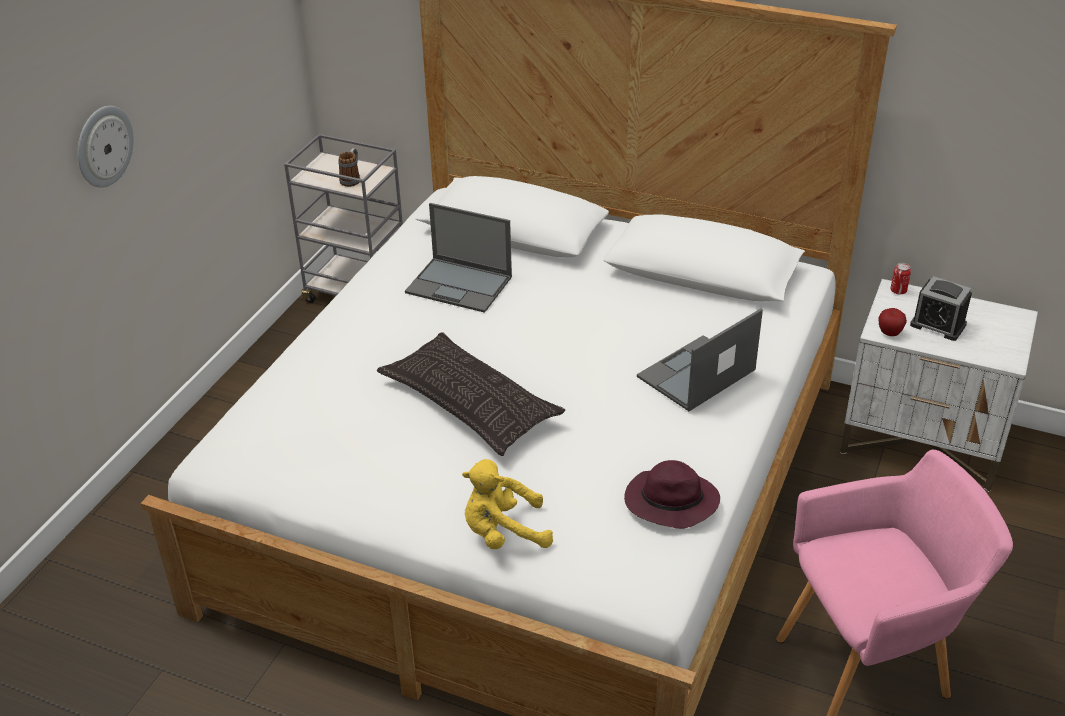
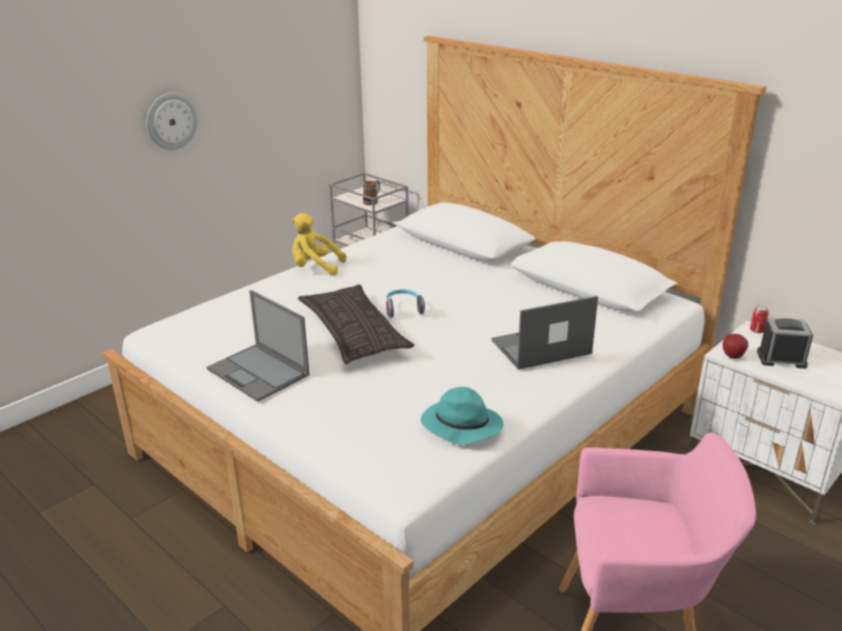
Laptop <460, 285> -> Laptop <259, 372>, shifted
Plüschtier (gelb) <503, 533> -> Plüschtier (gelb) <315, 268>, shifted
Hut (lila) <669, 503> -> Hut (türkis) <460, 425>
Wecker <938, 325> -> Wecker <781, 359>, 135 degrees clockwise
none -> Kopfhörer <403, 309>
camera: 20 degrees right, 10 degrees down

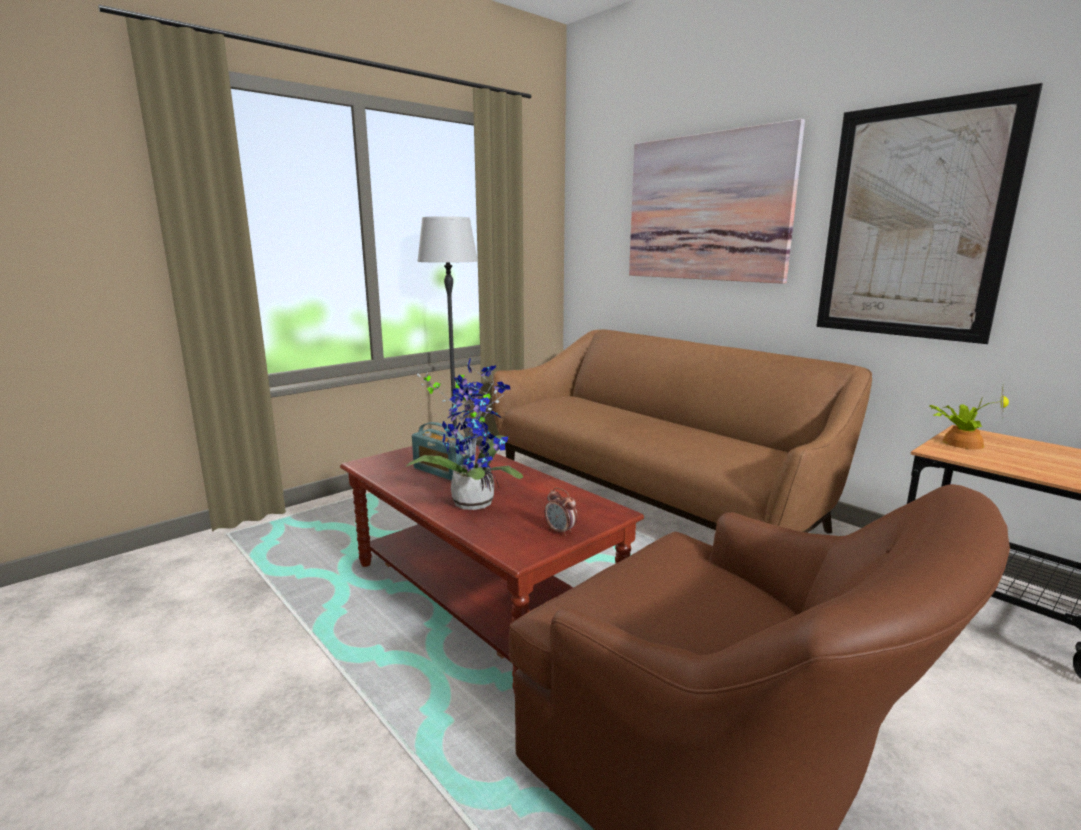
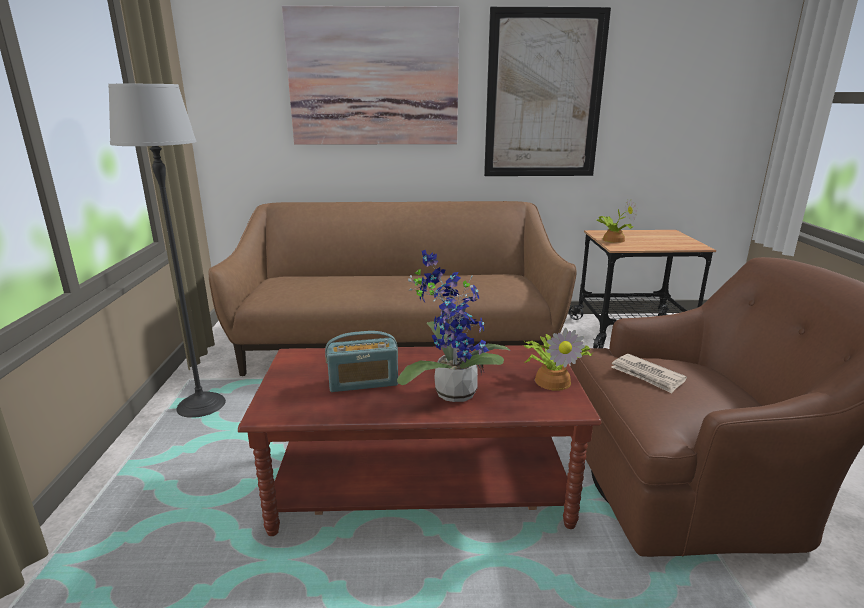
Wecker <560, 531> -> Topfpflanze <553, 380>
none -> Zeitung <647, 375>
camera: 50 degrees left, 5 degrees up

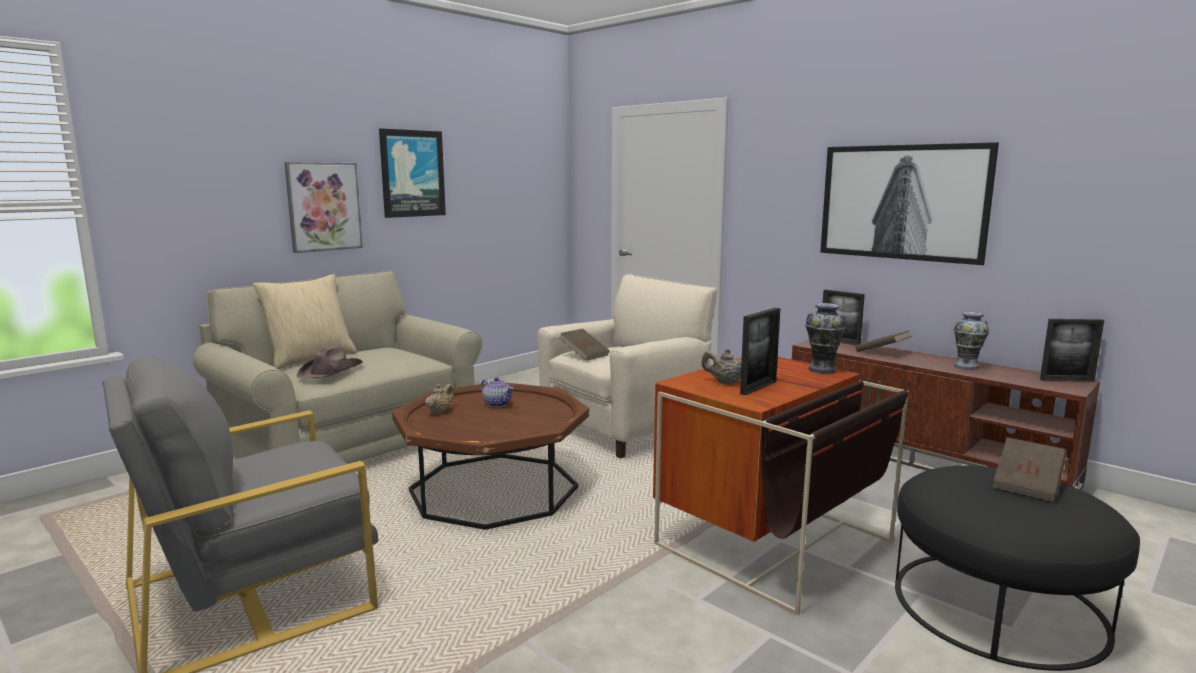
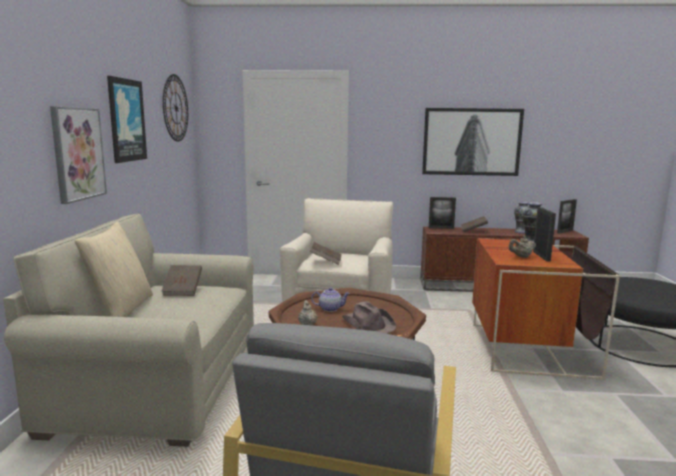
Hut (braun) <331, 371> -> Hut (braun) <368, 325>, shifted
Buch (braun) <1027, 485> -> Buch (braun) <183, 290>, shifted
none -> Wanduhr <175, 108>
camera: 40 degrees left, 0 degrees up

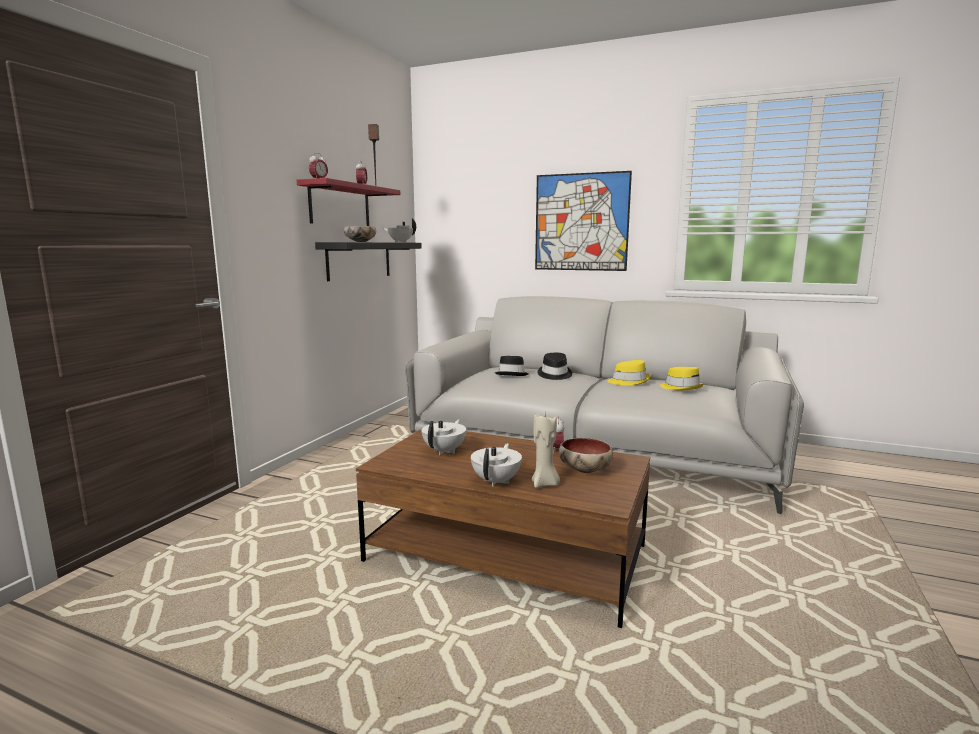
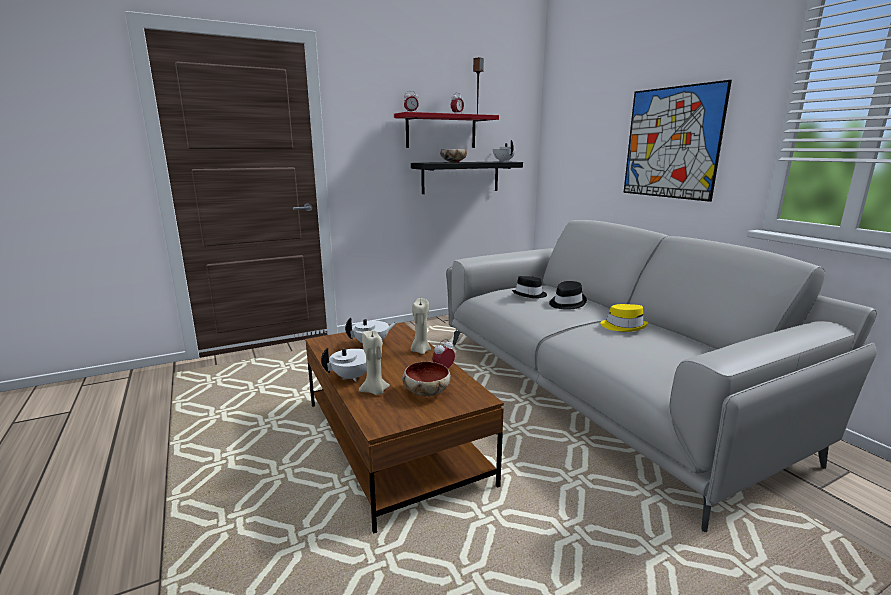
Hut (gelb) <681, 387> -> none
none -> Kerze (beige) <420, 351>
camera: 40 degrees right, 5 degrees up

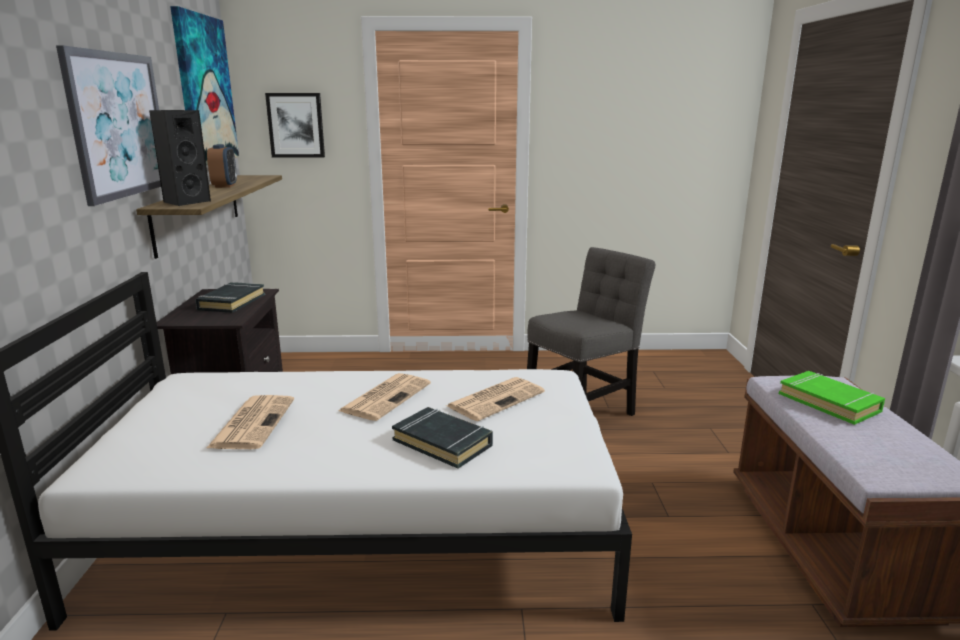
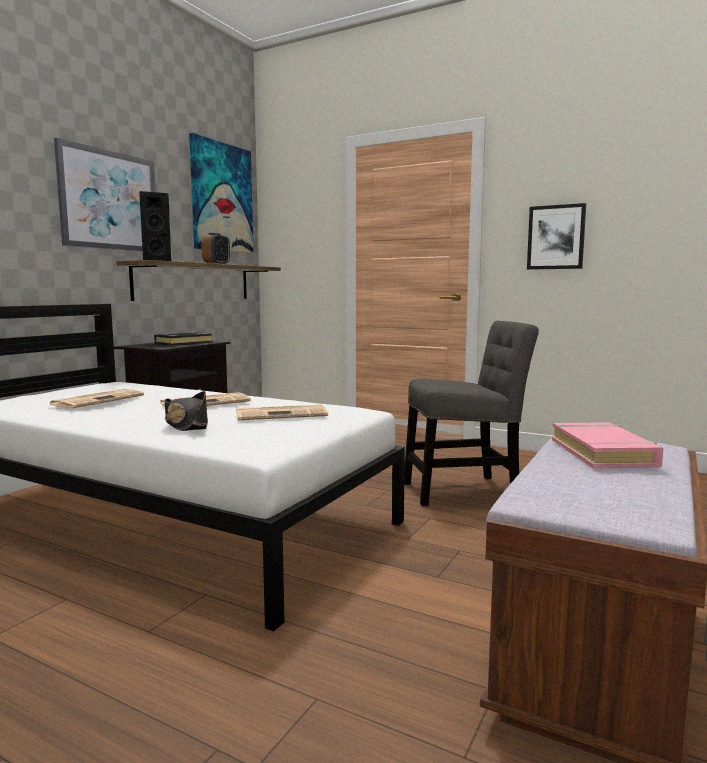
Bild <296, 125> -> Bild <556, 237>, shifted
Buch (schwarz) <443, 442> -> Hut (schwarz) <187, 425>
Buch (grün) <829, 402> -> Buch (rosa) <603, 453>
camera: 30 degrees right, 10 degrees down

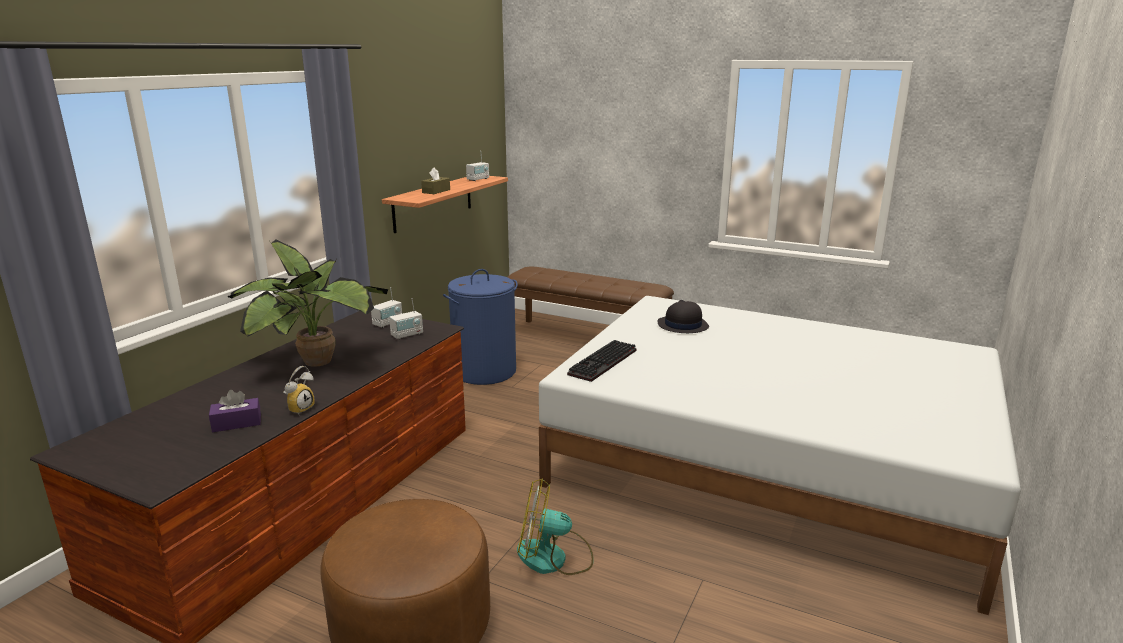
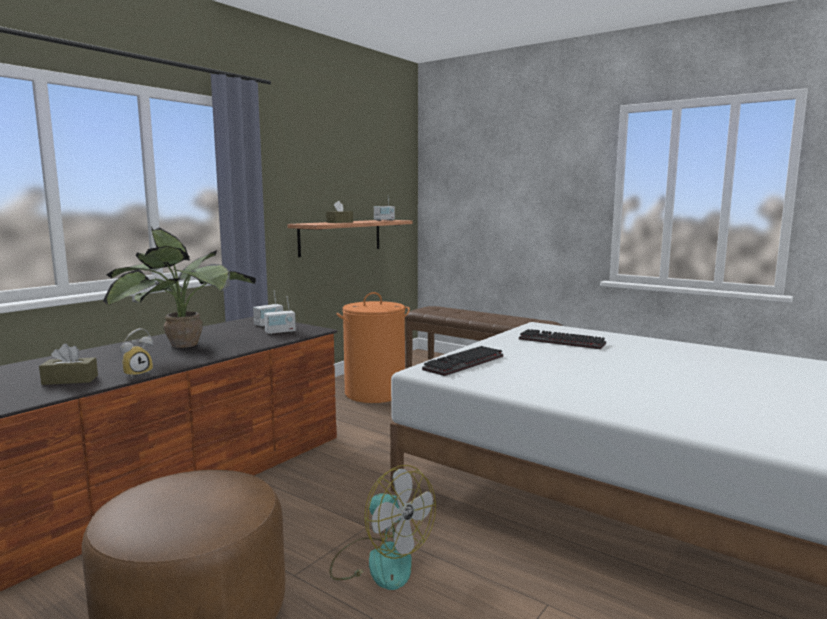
Taschentuchbox (lila) <237, 423> -> Taschentuchbox (braun) <70, 380>
Wäschekorb (blau) <484, 371> -> Wäschekorb (orange) <375, 393>
Ventilator <553, 558> -> Ventilator <380, 561>, 150 degrees counterclockwise
Hut (schwarz) <682, 325> -> Tastatur <559, 342>
camera: 10 degrees right, 10 degrees down

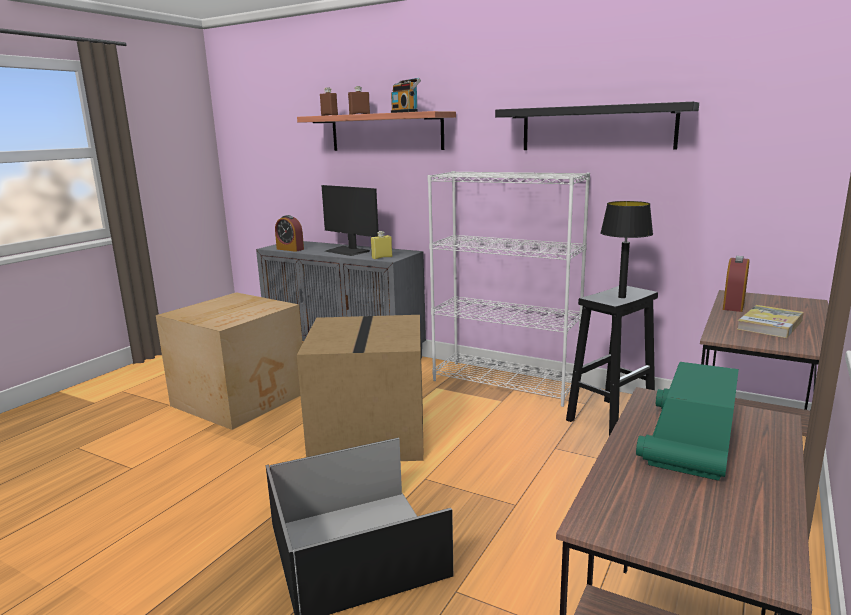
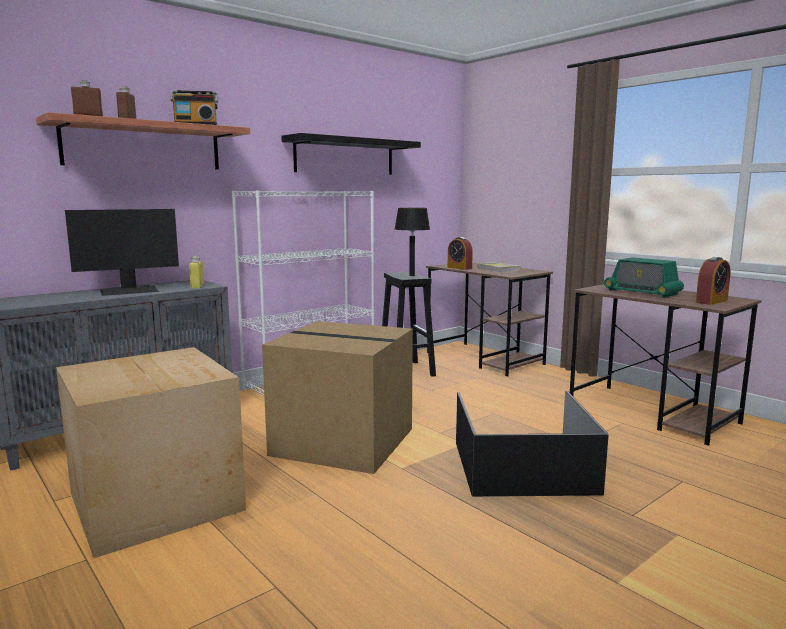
Wecker <290, 249> -> Wecker <711, 301>, shifted
camera: 70 degrees left, 5 degrees down

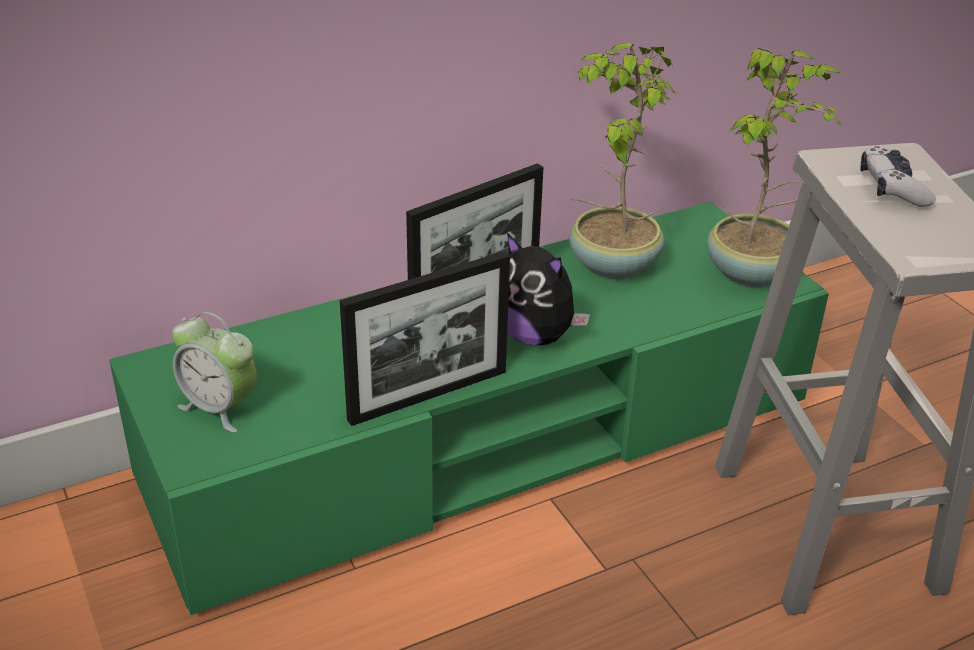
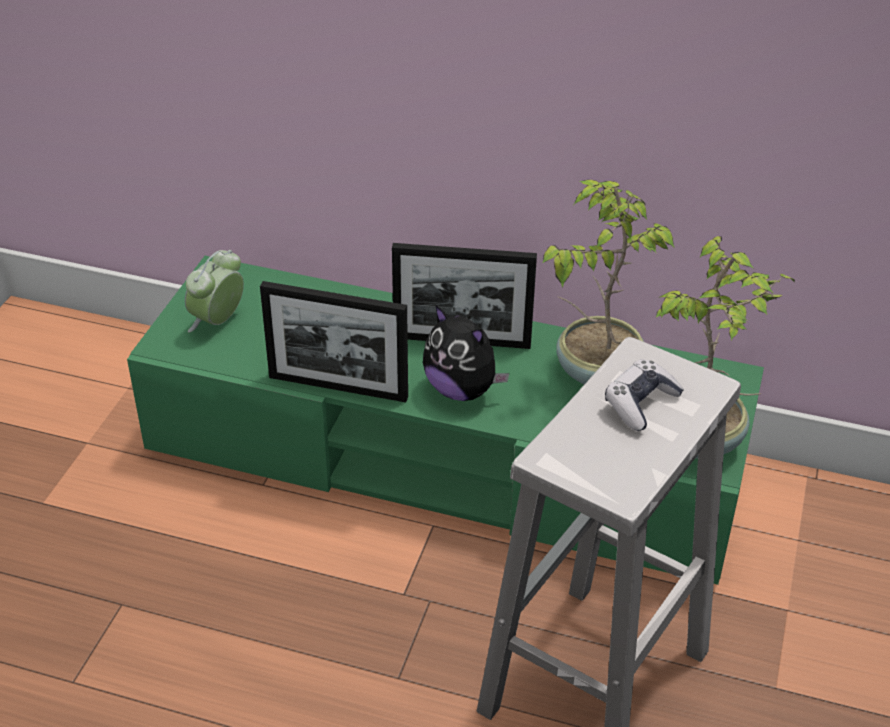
Wecker <219, 408> -> Wecker <218, 321>, 45 degrees clockwise
Plüschtier <534, 336> -> Plüschtier <462, 389>, 45 degrees counterclockwise
camera: 45 degrees right, 5 degrees up

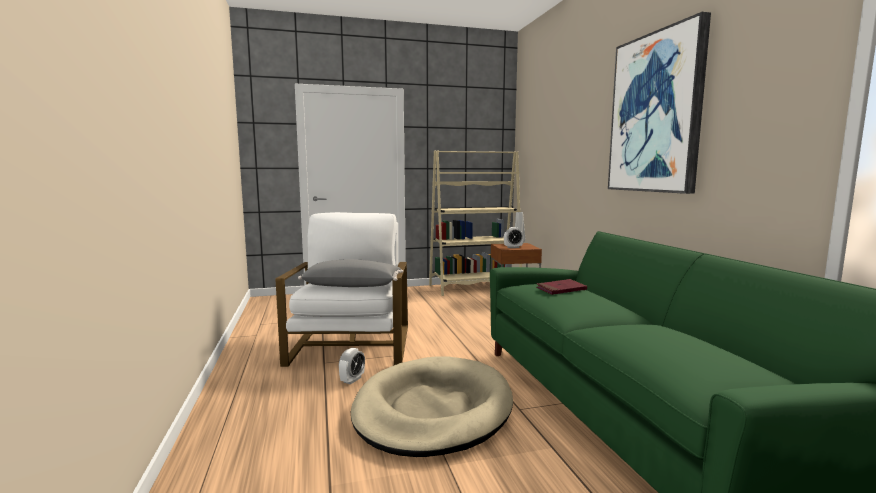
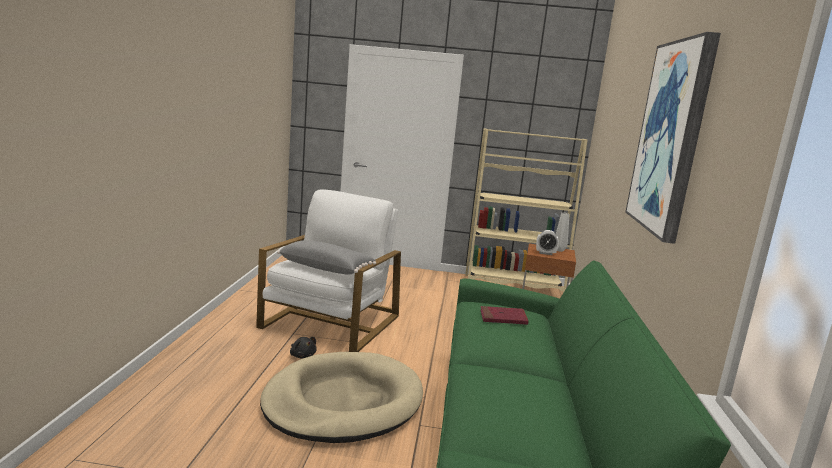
Wecker <352, 380> -> Plüschtier (schwarz) <302, 356>
camera: 20 degrees right, 5 degrees up

